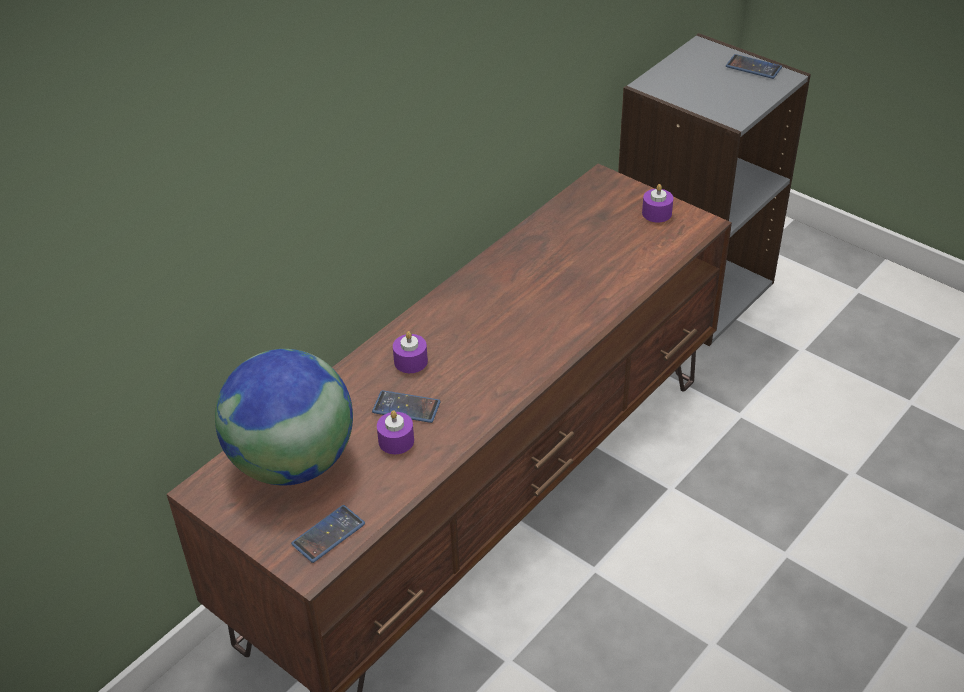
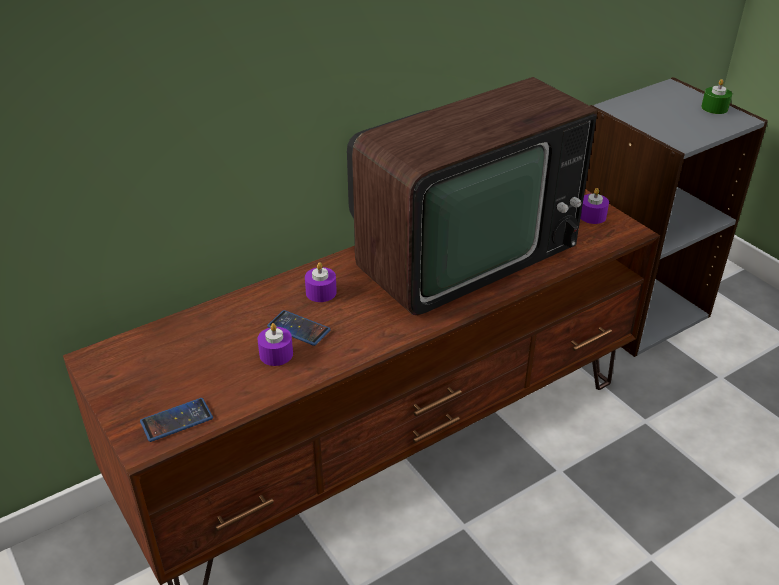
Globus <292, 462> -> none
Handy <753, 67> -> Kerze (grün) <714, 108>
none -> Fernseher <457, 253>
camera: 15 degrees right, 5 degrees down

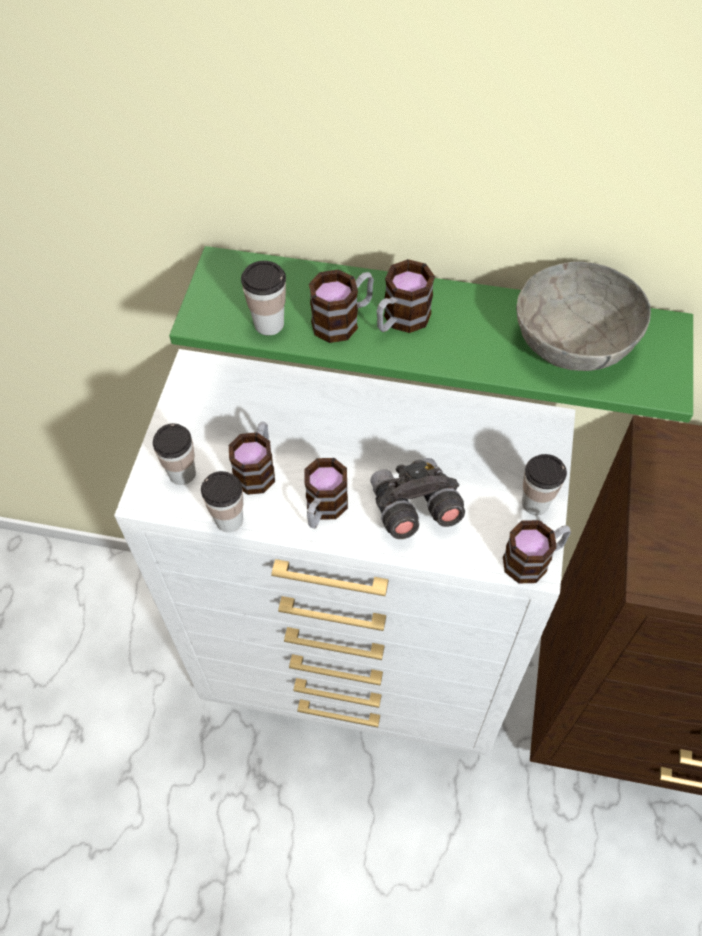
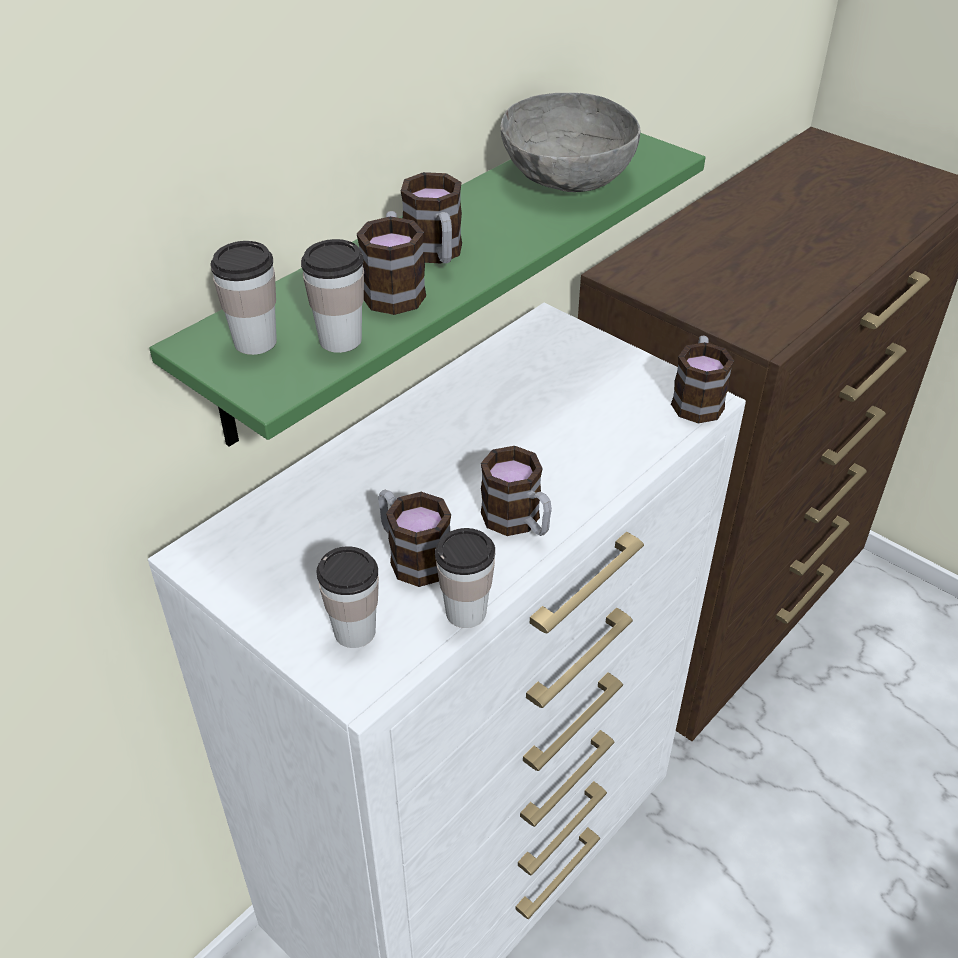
Fernglas (grau) <413, 509> -> none
Tasse <535, 503> -> Tasse <255, 342>, shifted
camera: 60 degrees left, 15 degrees down

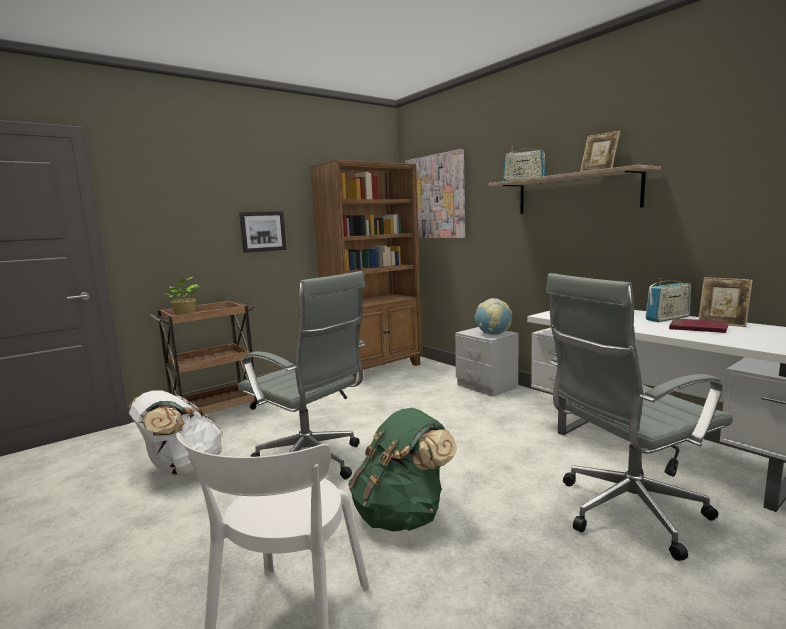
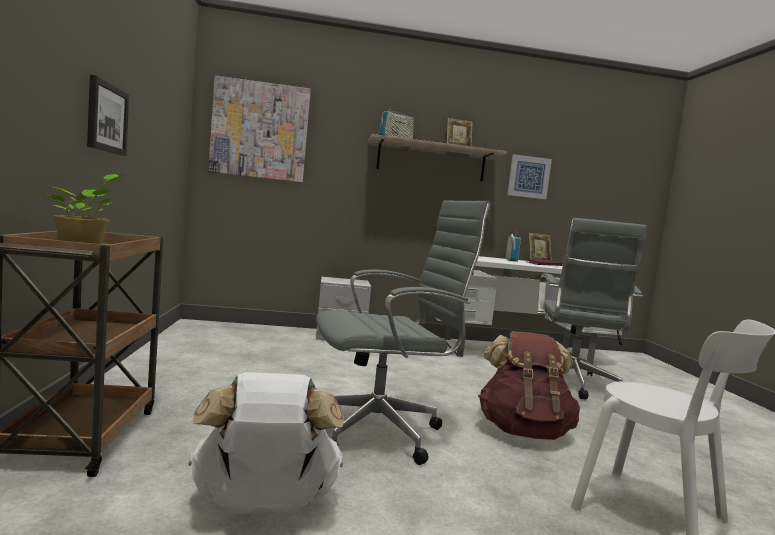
Bücherregal (braun) <375, 369> -> none
Rucksack (grün) <402, 515> -> Rucksack (braun) <523, 431>
Globus <493, 334> -> none
none -> Bild <528, 177>
camera: 60 degrees left, 5 degrees down

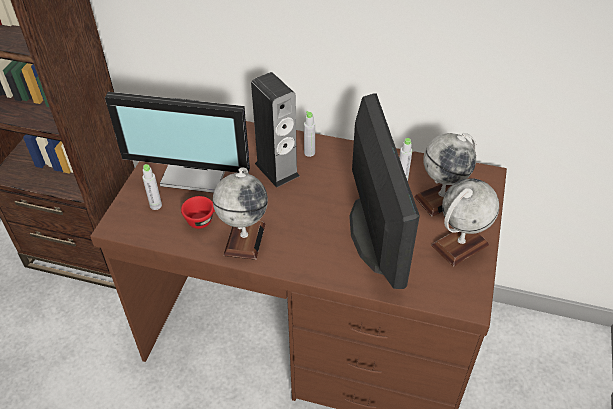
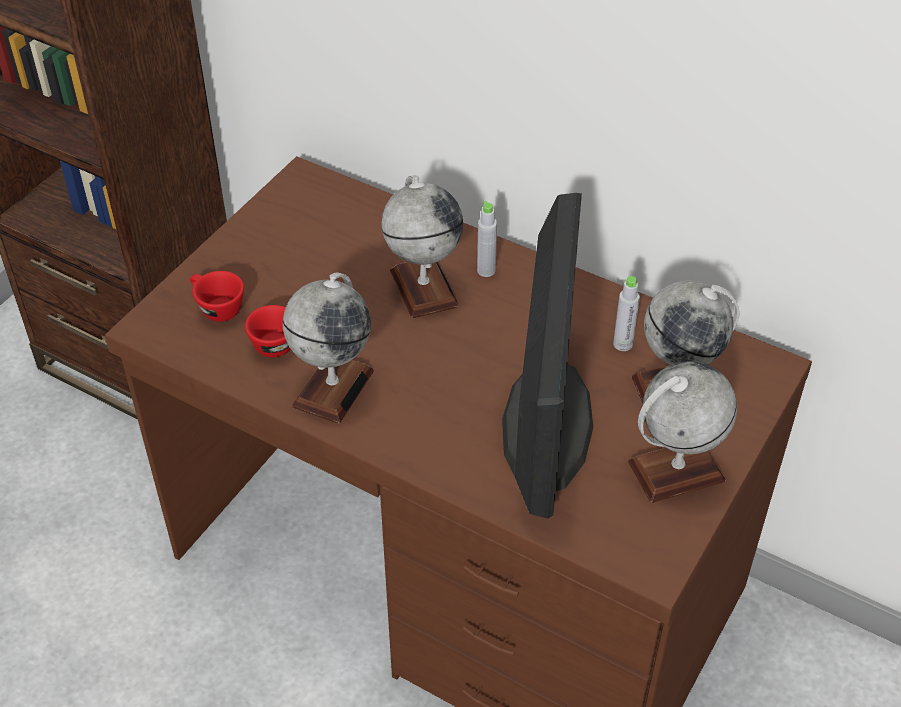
Monitor <196, 172> -> none
Flasche (grau) <156, 205> -> Tasse (rot) <216, 308>
Lautsprecher <277, 169> -> Globus <423, 288>
camera: 15 degrees right, 0 degrees up

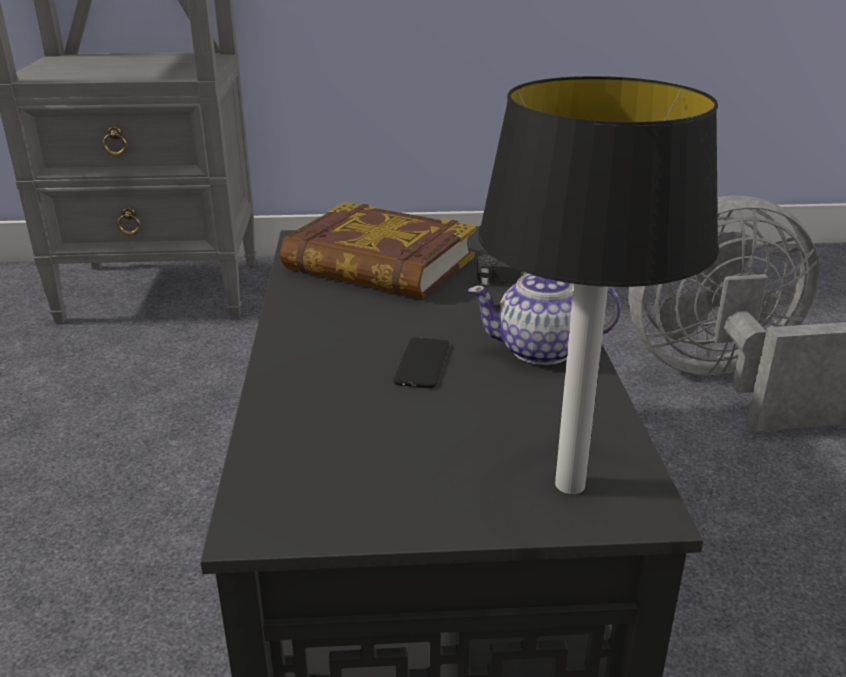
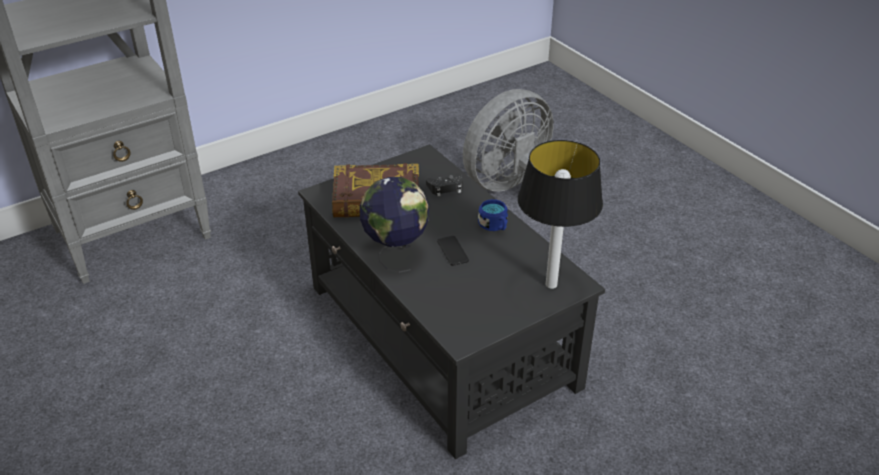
Teekanne <542, 350> -> Henkelbecher (blau) <494, 226>
none -> Globus <396, 253>
camera: 30 degrees left, 10 degrees up

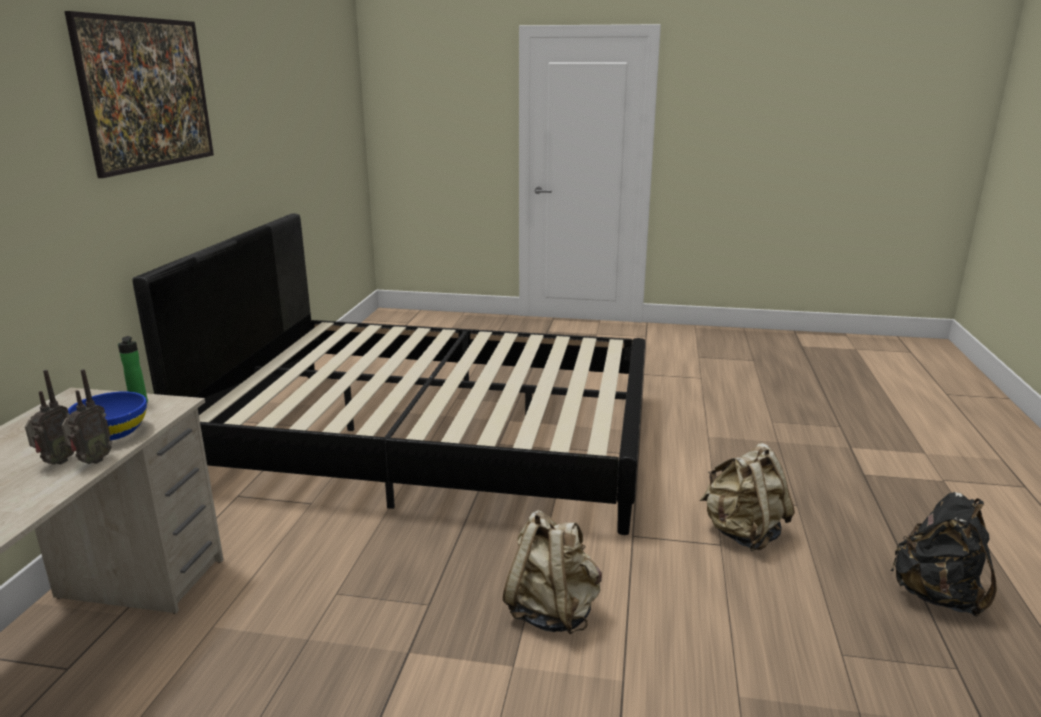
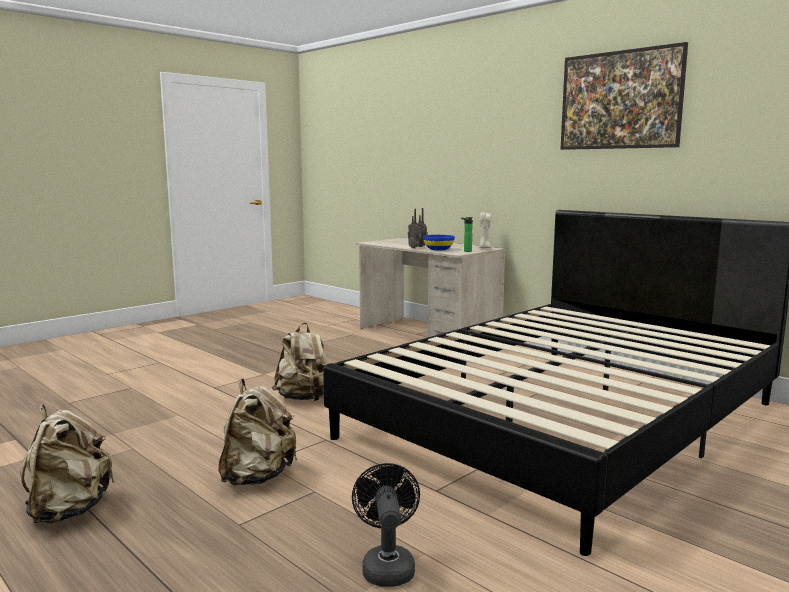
Rucksack (schwarz) <937, 595> -> Rucksack (beige) <69, 510>
none -> Ventilator (schwarz) <387, 565>
none -> Kerze (beige) <484, 248>
camera: 125 degrees right, 10 degrees down

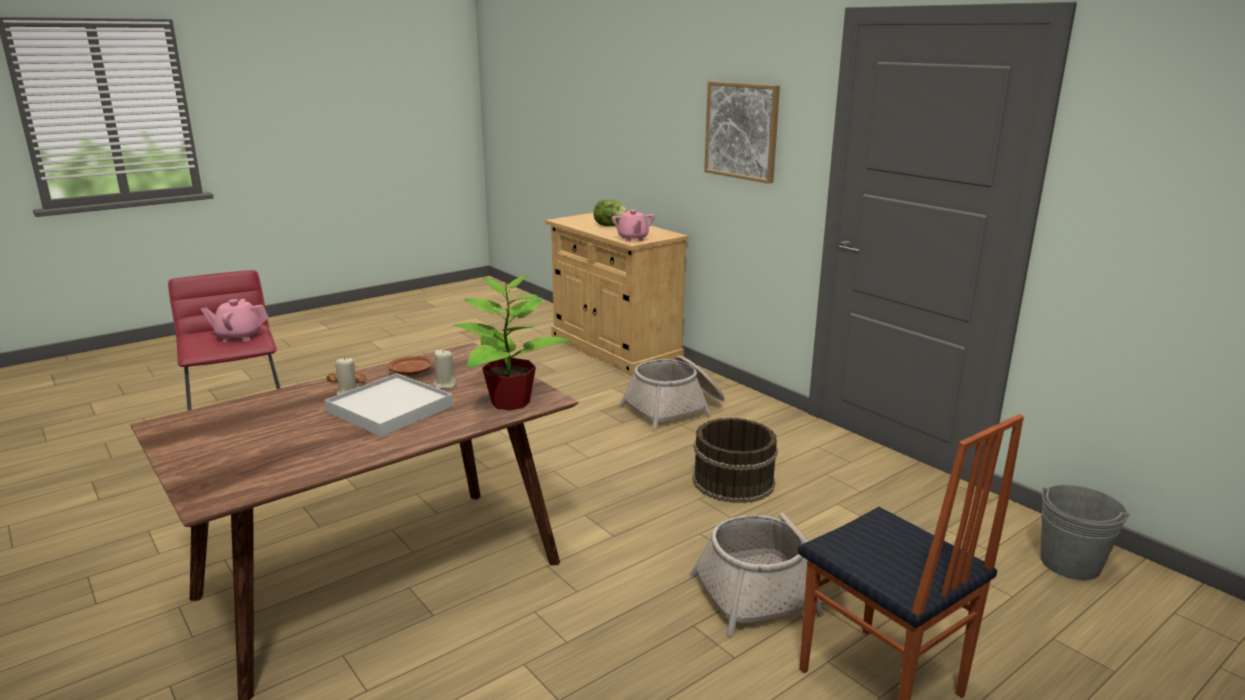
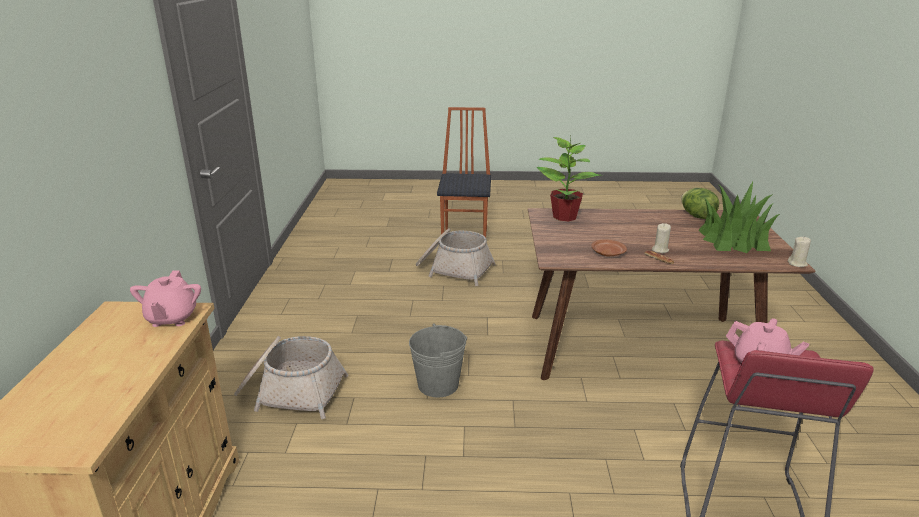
Tablett (weiß) <390, 409> -> none
Kerze (beige) <445, 385> -> Kerze (beige) <797, 263>, shifted
Salatkopf <610, 226> -> Salatkopf <697, 216>, shifted
Teekanne (rosa) <632, 239> -> Teekanne (rosa) <172, 318>, 150 degrees clockwise
Eimer (braun) <732, 481> -> none
Bild <742, 131> -> none
Eimer (grau) <1070, 563> -> Eimer (grau) <438, 384>, shifted
none -> Topfpflanze <734, 240>
camera: 140 degrees left, 5 degrees up

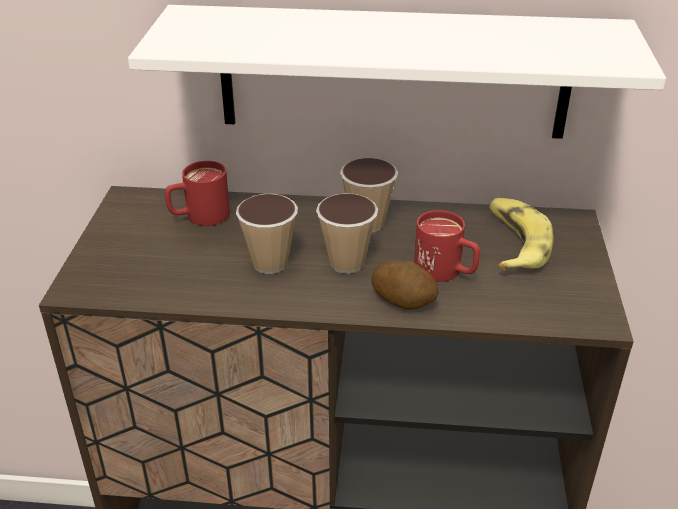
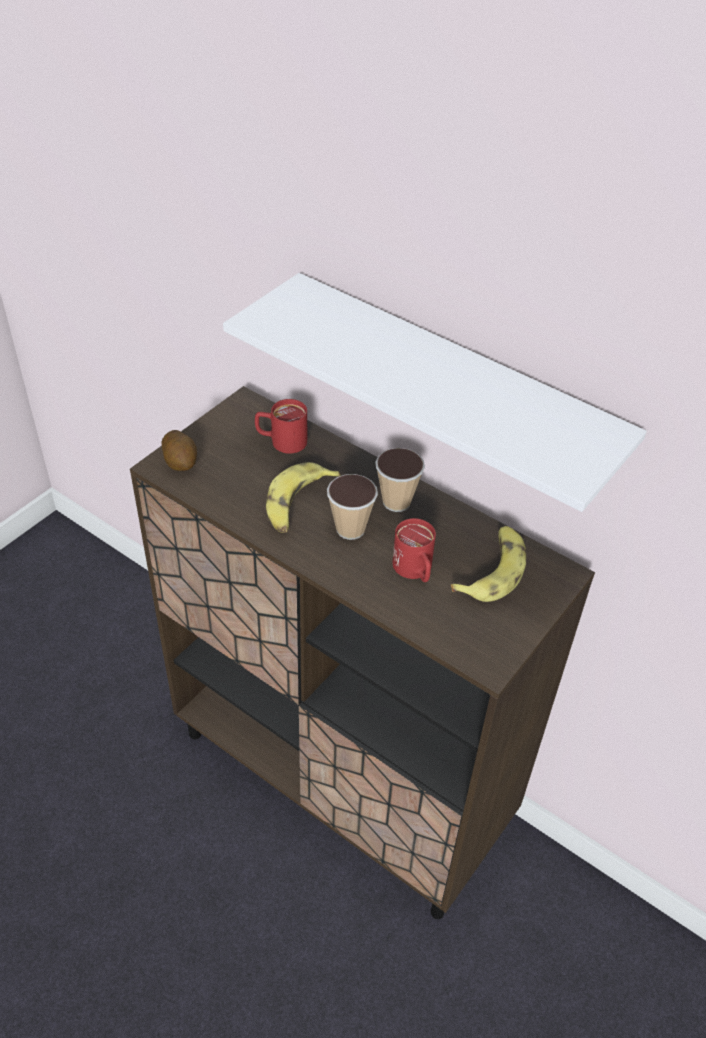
Tasse <270, 263> -> Banane <297, 504>
Kartoffel <404, 300> -> Kartoffel <181, 462>, shifted
camera: 30 degrees right, 10 degrees up

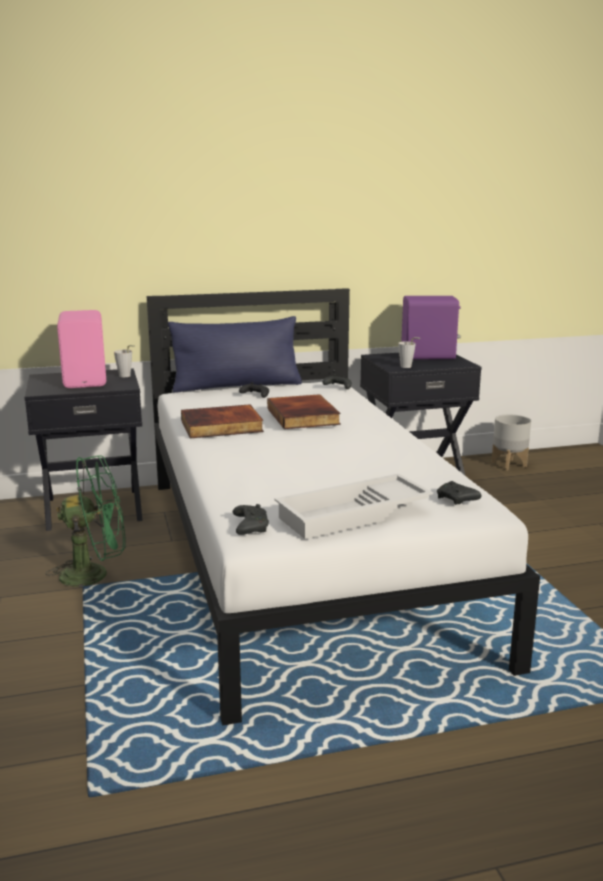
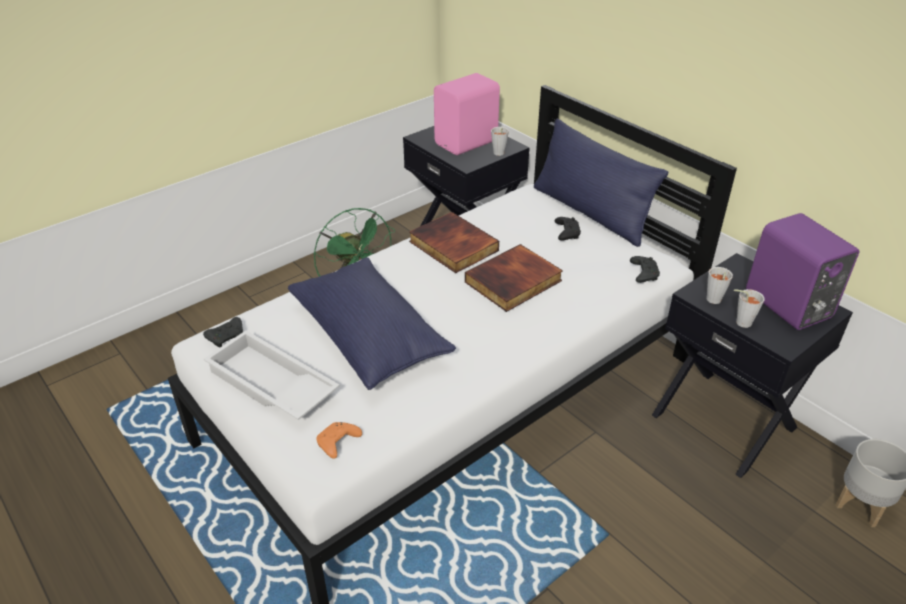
Gamepad (schwarz) <457, 500> -> Gamepad (orange) <337, 444>
none -> Kissen (blau) <369, 337>
none -> Tasse (grau) <740, 322>
camera: 65 degrees right, 20 degrees up

